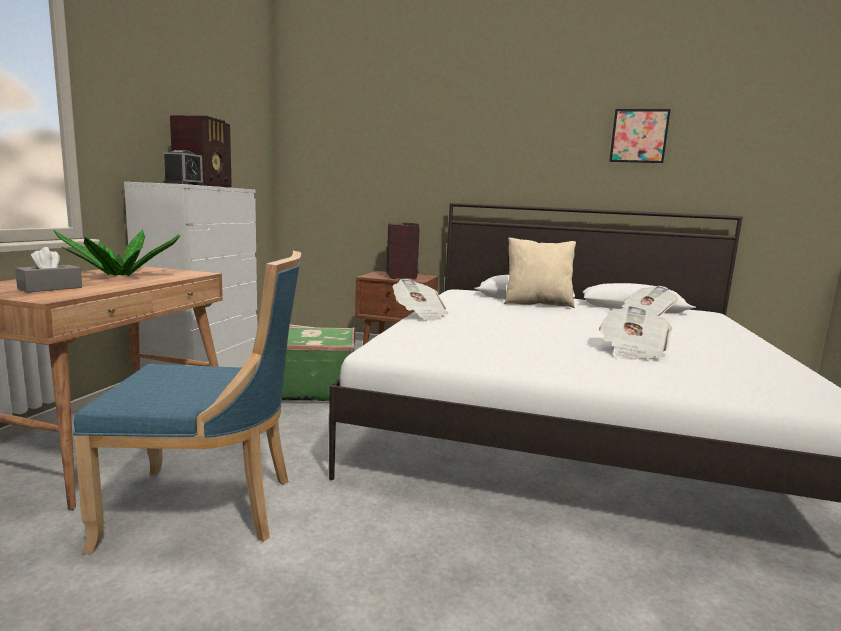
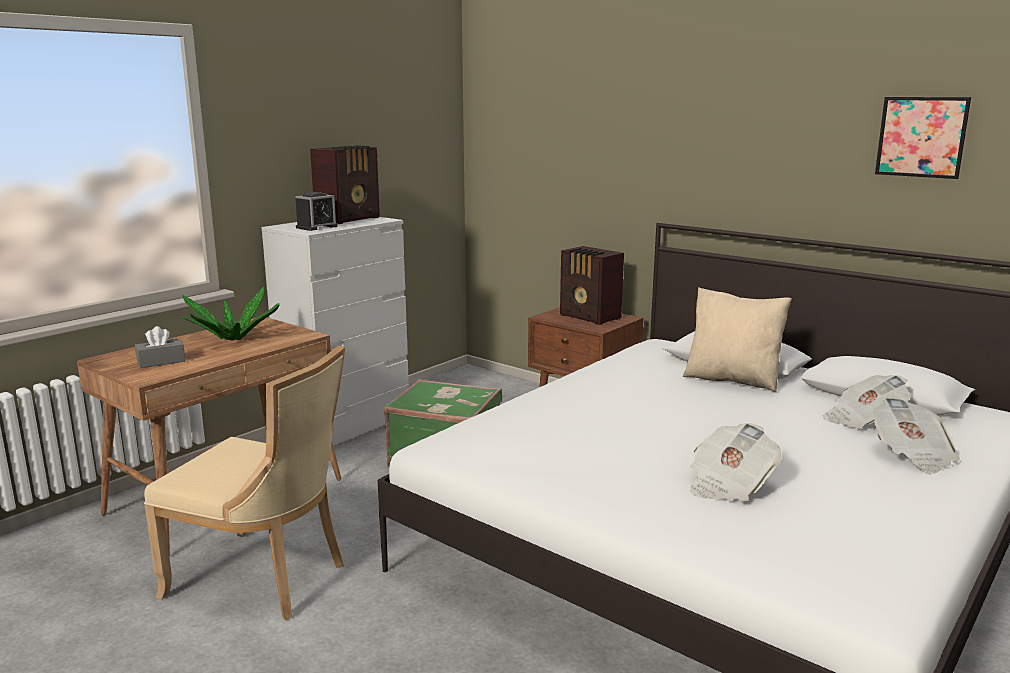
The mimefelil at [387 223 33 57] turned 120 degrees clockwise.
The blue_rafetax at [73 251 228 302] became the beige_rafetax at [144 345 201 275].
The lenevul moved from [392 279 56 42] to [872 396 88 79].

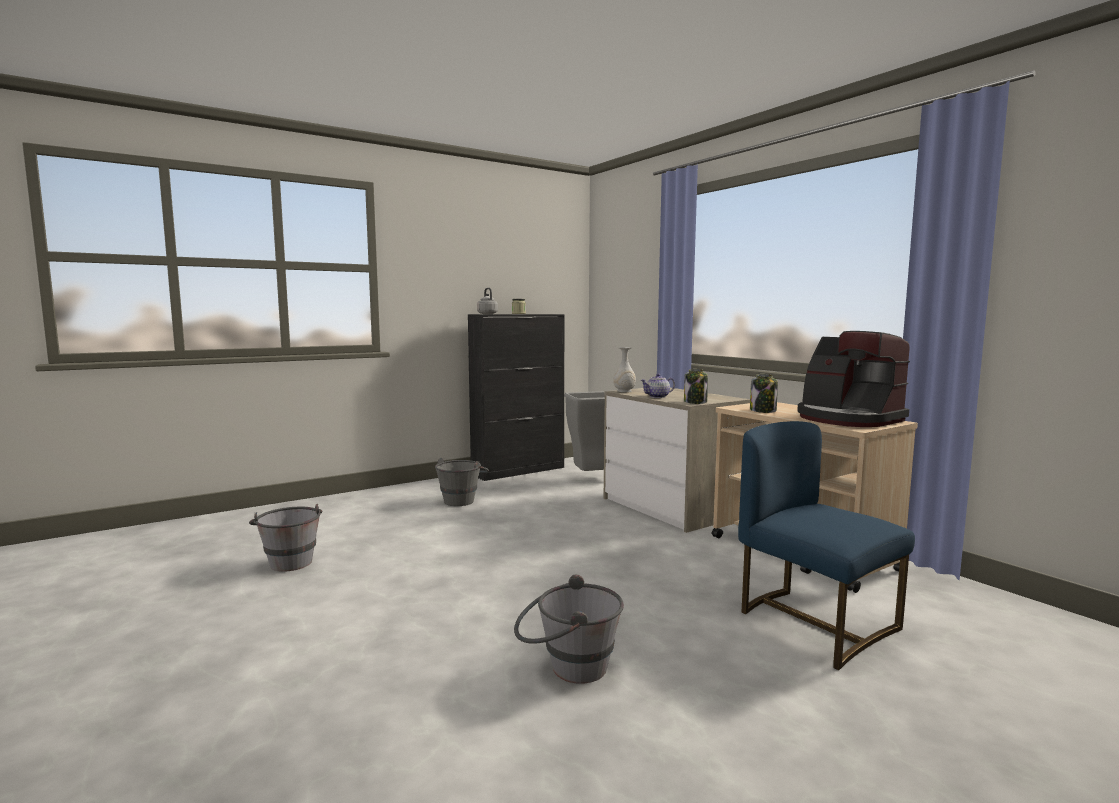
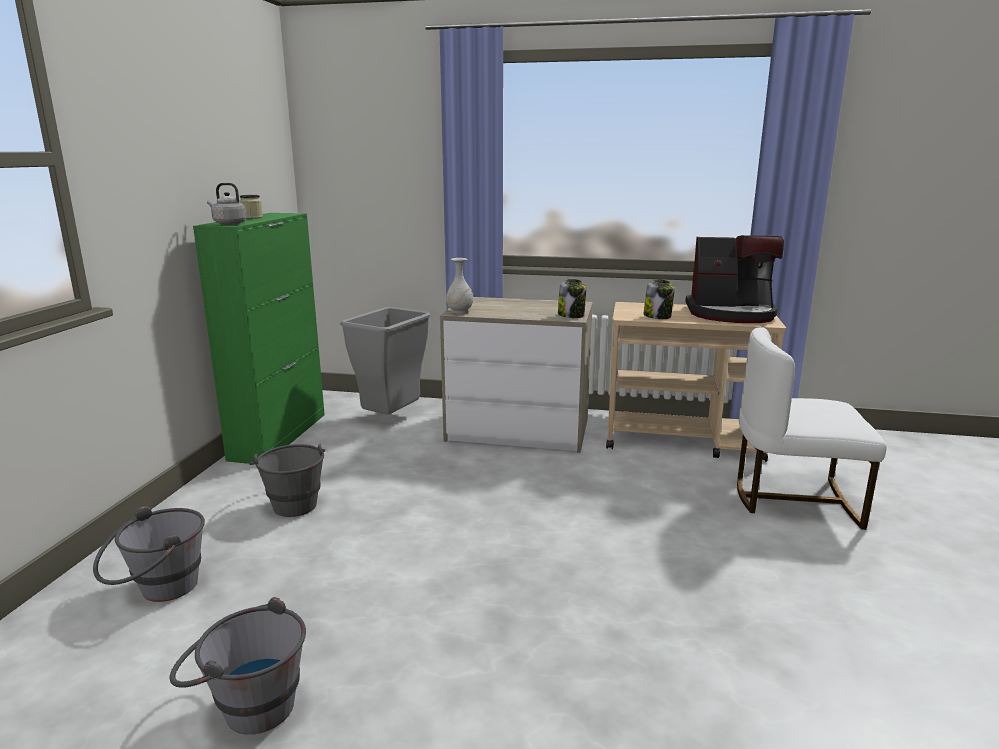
The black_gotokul at [468 314 97 167] became the green_gotokul at [193 213 132 251].
The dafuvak at [641 374 34 24] disappeared.
The blue_rafetax at [738 421 177 249] became the white_rafetax at [737 327 150 203].
The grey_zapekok moved from [514 575 110 109] to [93 506 112 96].

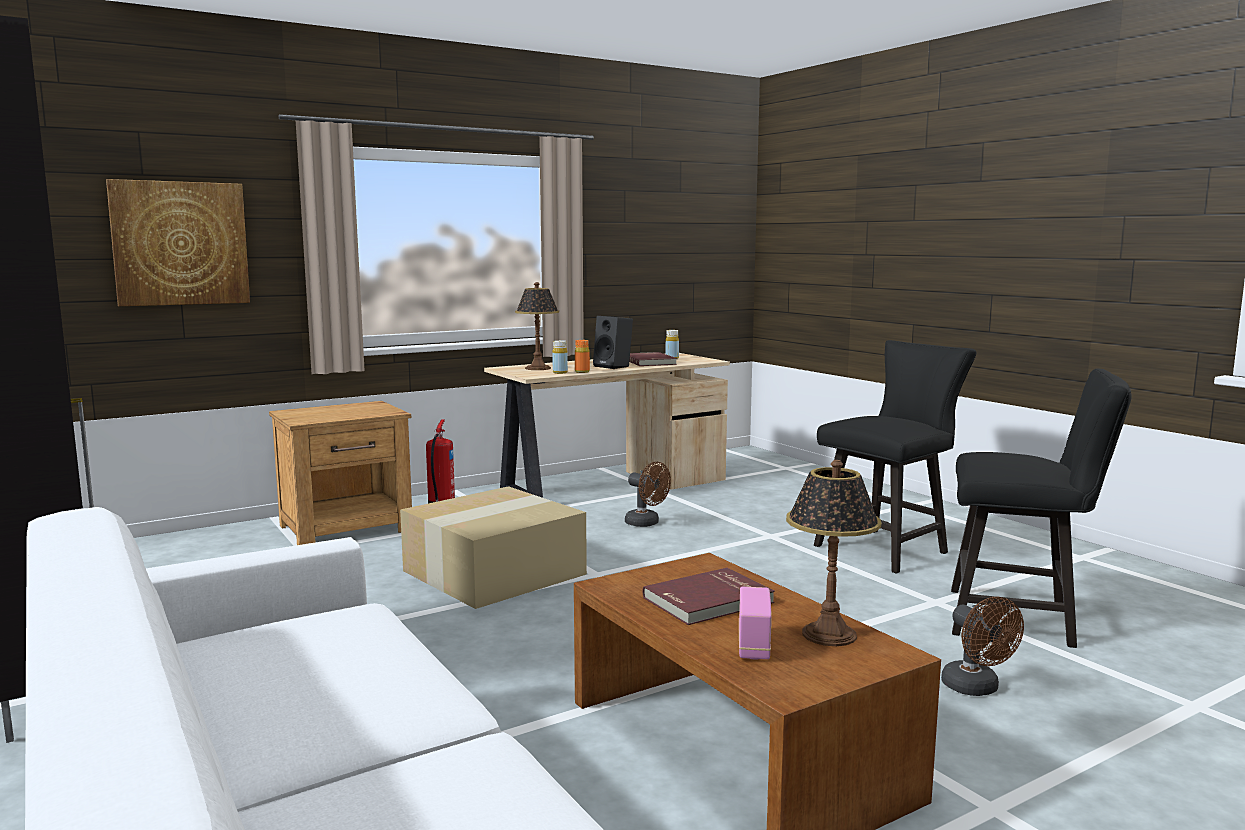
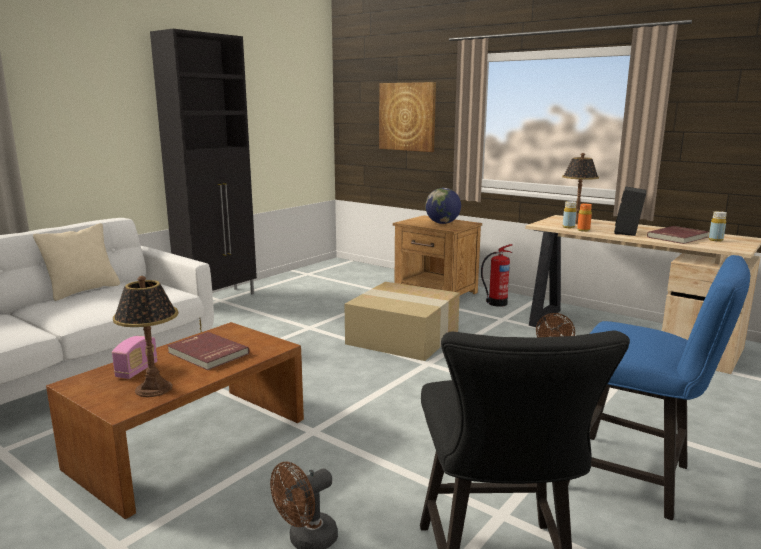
The black_rafetax at [814 340 163 234] became the blue_rafetax at [568 255 182 265].
The mimefelil at [739 587 33 72] turned 60 degrees counterclockwise.
The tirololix at [425 188 36 36] appeared.
The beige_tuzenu at [33 223 87 78] appeared.

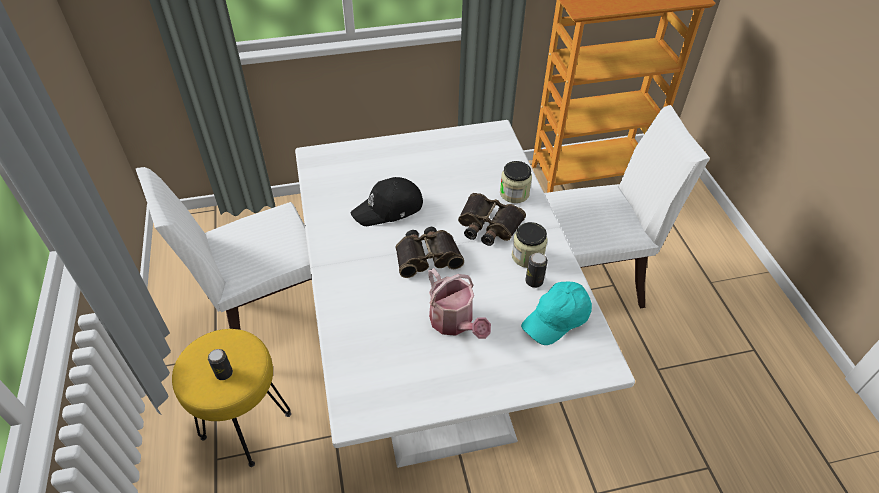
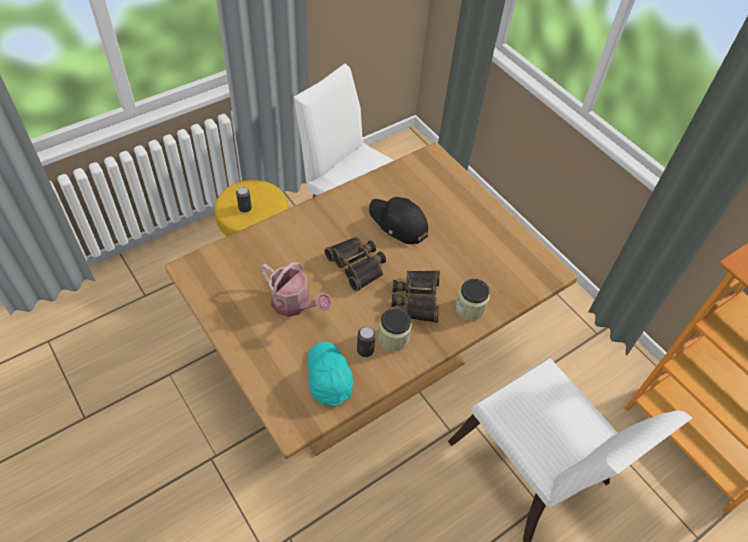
The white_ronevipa at [295 120 340 348] became the brown_ronevipa at [165 142 413 317].
The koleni at [428 268 63 71] turned 90 degrees counterclockwise.
The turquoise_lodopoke at [521 281 71 64] turned 45 degrees clockwise.

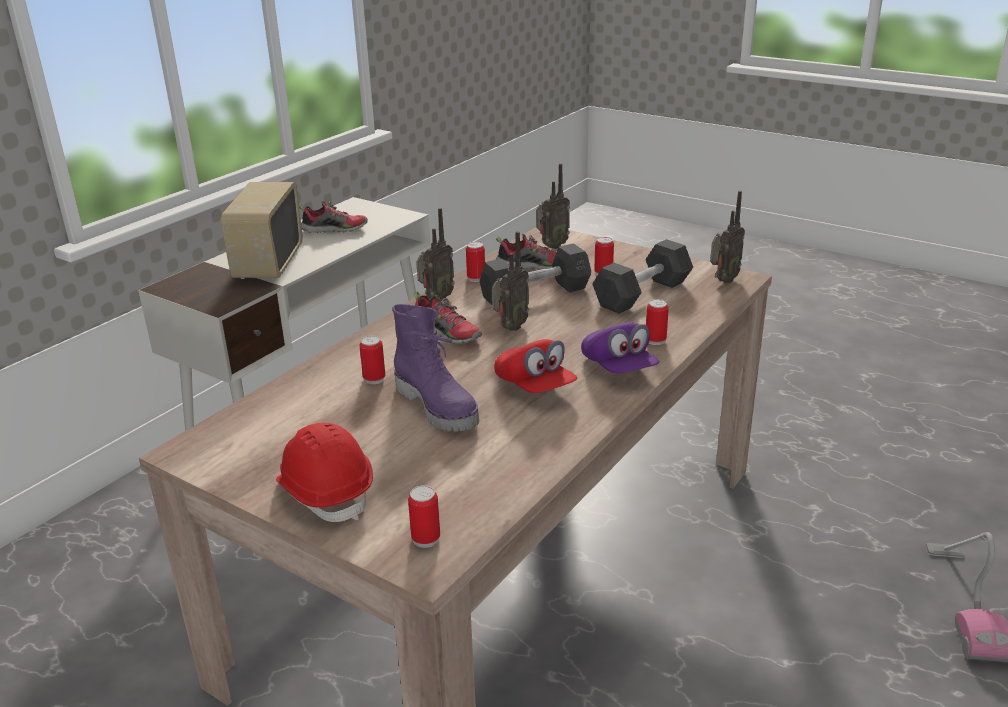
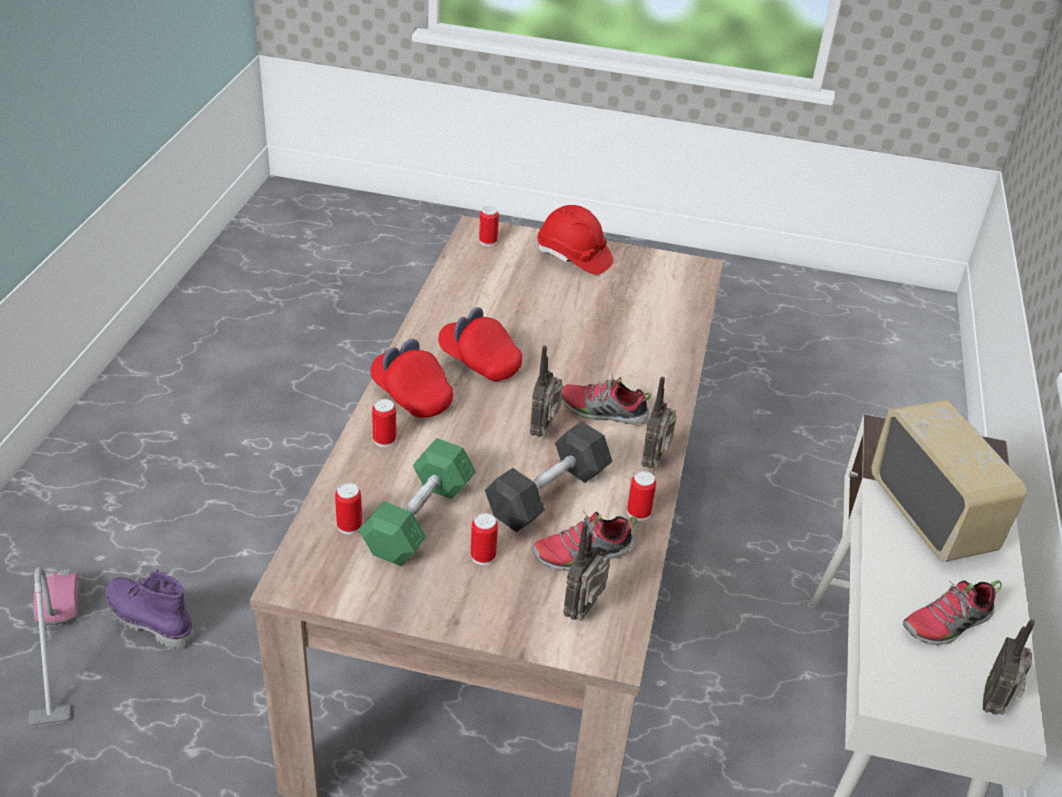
The mimefelil moved from [710 191 35 92] to [983 619 52 96].
The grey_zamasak at [592 239 101 75] became the green_zamasak at [359 438 117 128].
The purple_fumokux moved from [392 304 87 128] to [105 569 89 81].
The purple_lodopoke at [581 322 78 51] became the red_lodopoke at [370 339 83 79].
The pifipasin moved from [360 336 25 48] to [335 483 27 51].

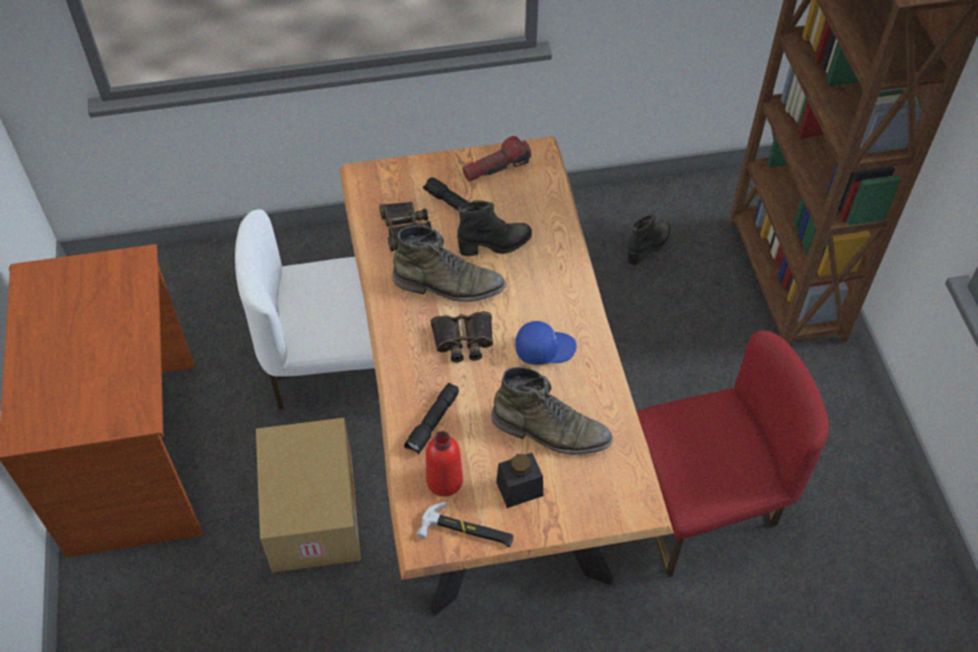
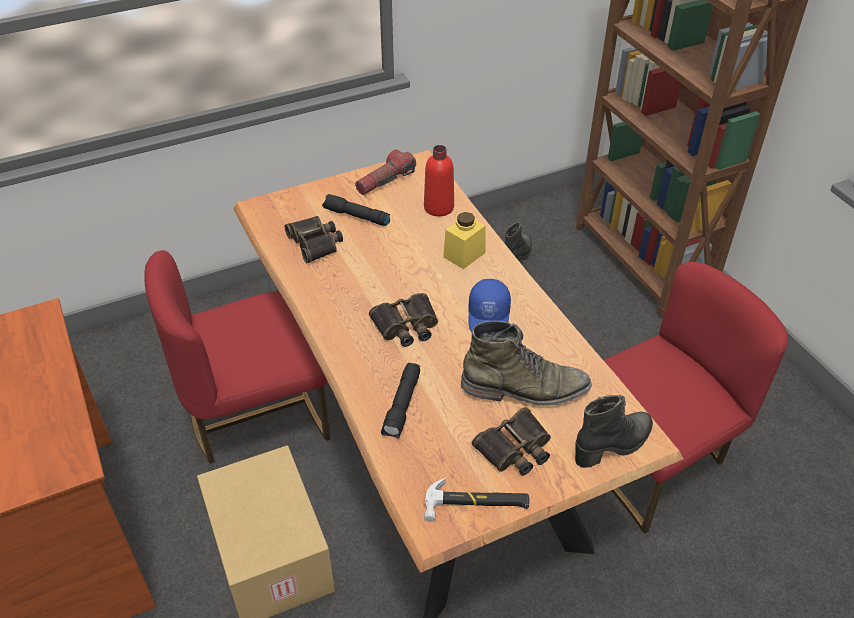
The black_fumokux moved from [457 200 75 56] to [575 395 78 73].
The white_rafetax at [235 209 140 201] became the red_rafetax at [144 250 187 214].
The green_fumokux at [392 226 114 76] disappeared.
The blue_lodopoke at [515 321 62 44] turned 120 degrees clockwise.
The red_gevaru moved from [426 431 37 66] to [424 145 30 71].
The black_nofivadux at [496 453 47 55] was replaced by the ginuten at [472 407 79 69].
The yellow_nofivadux at [443 212 43 57] appeared.

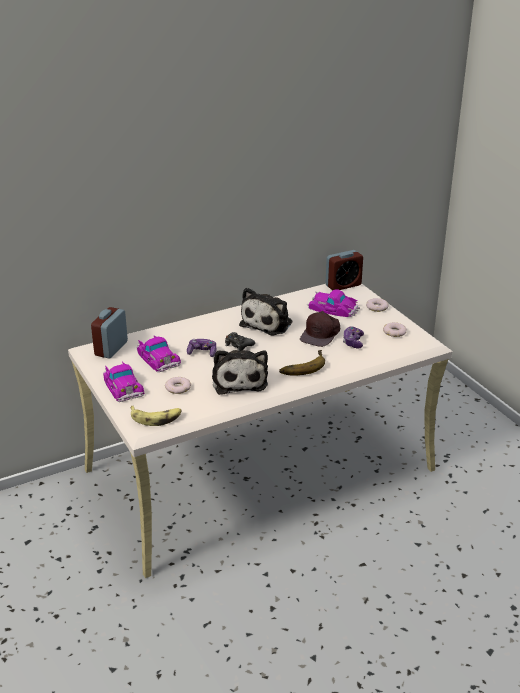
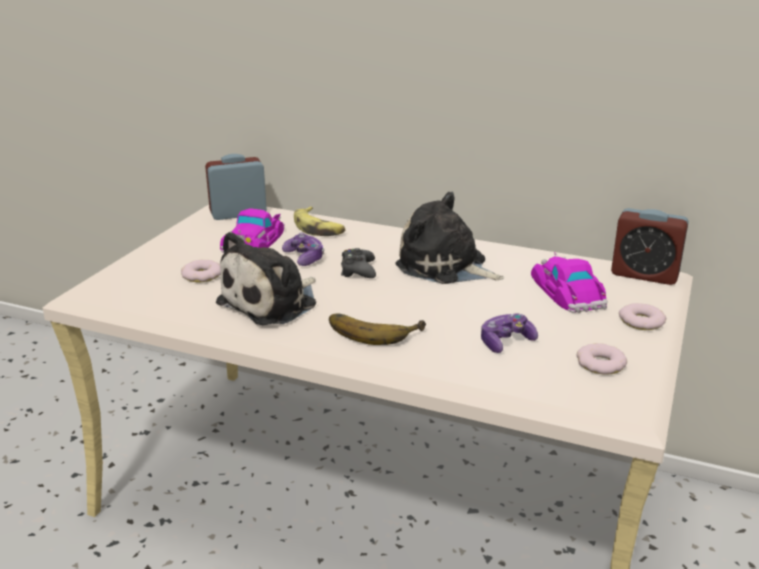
The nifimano at [239 287 53 48] turned 45 degrees clockwise.
The brown_lodopoke at [300 311 40 36] disappeared.
The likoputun at [103 362 41 40] disappeared.
The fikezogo moved from [130 406 52 20] to [294 206 51 30].

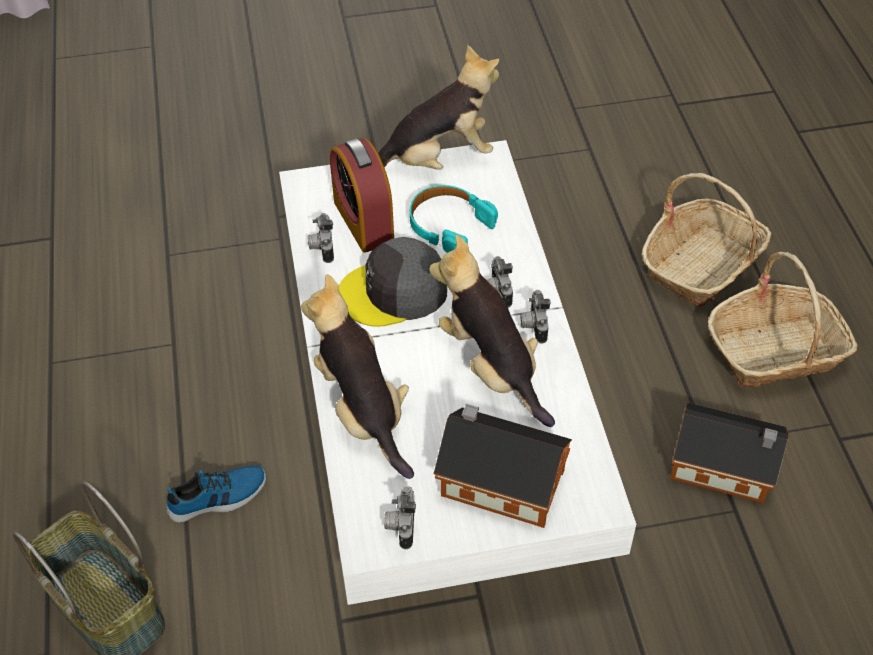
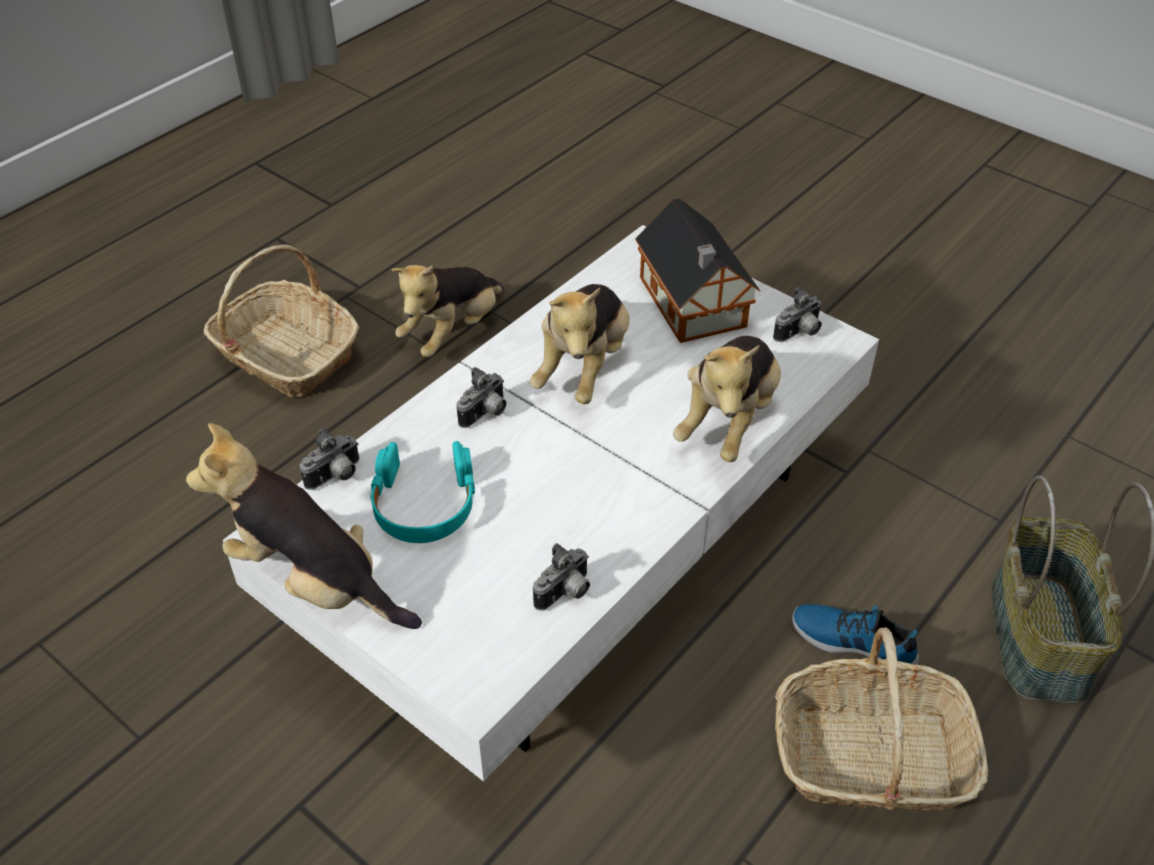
The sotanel at [330 138 64 115] disappeared.
The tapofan moved from [642 173 130 134] to [775 627 213 183].
The grey_lodopoke at [339 237 108 90] disappeared.
The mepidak moved from [520 290 31 54] to [300 428 59 62].
The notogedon at [670 402 119 101] was replaced by the nifimano at [392 265 112 92].

